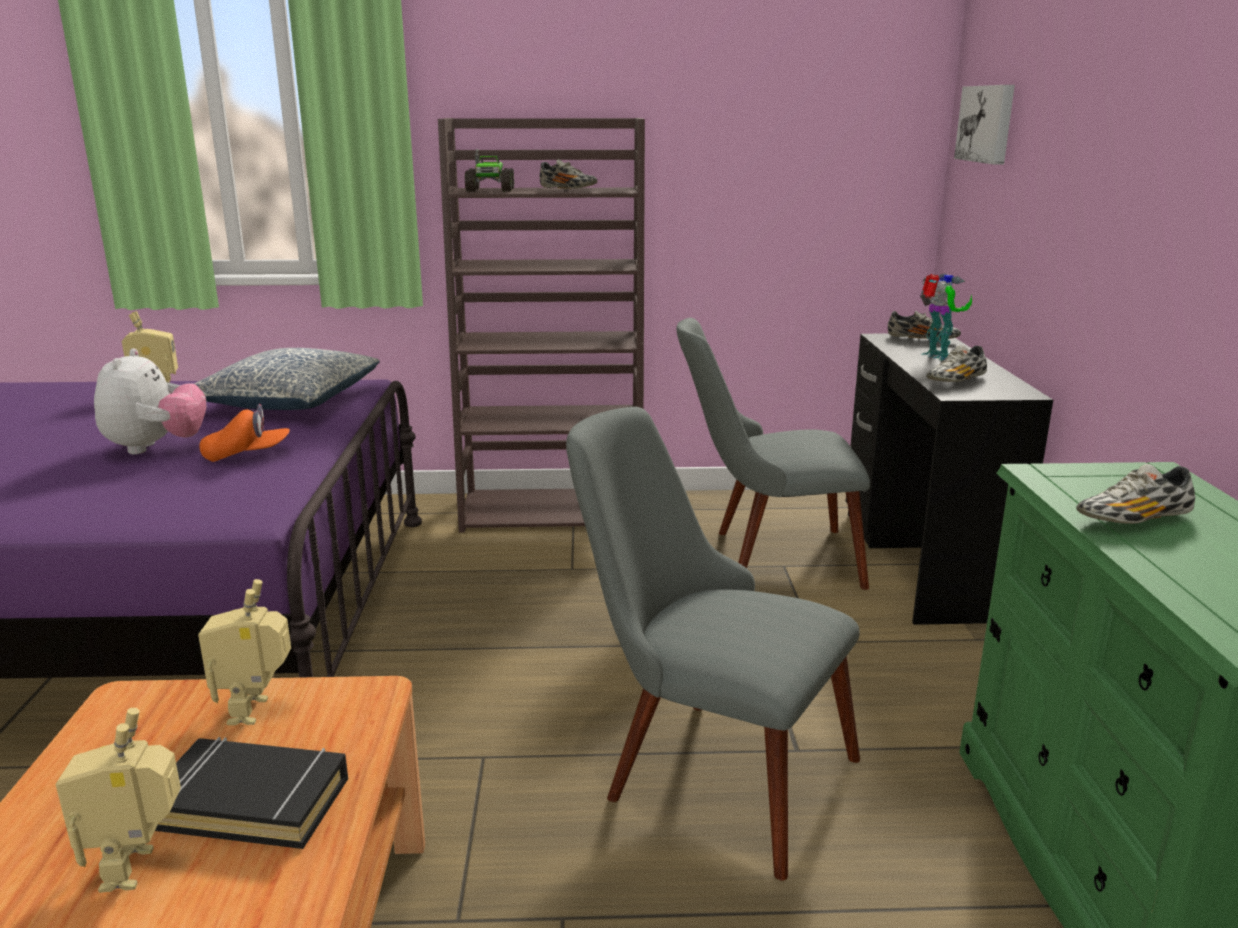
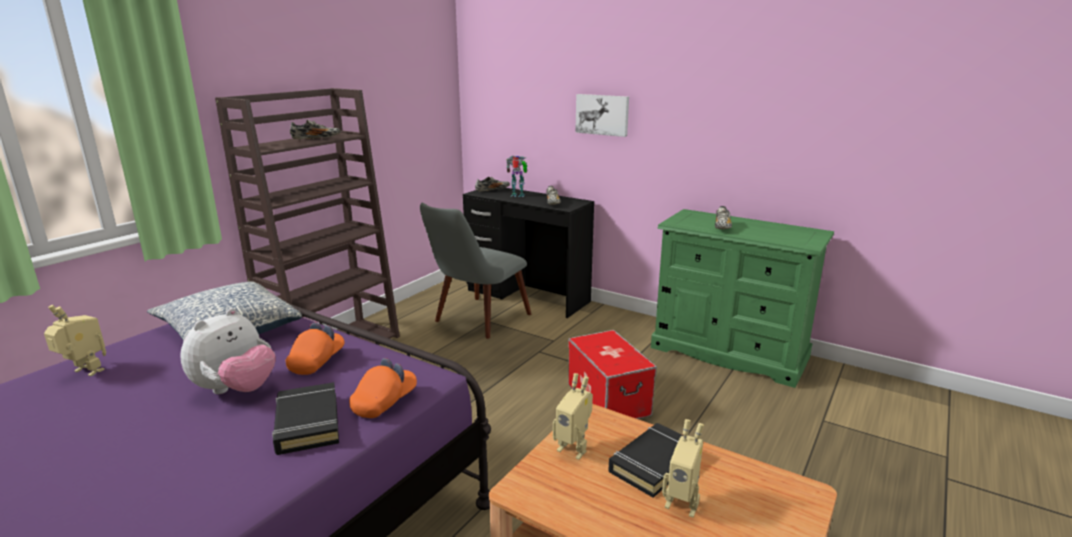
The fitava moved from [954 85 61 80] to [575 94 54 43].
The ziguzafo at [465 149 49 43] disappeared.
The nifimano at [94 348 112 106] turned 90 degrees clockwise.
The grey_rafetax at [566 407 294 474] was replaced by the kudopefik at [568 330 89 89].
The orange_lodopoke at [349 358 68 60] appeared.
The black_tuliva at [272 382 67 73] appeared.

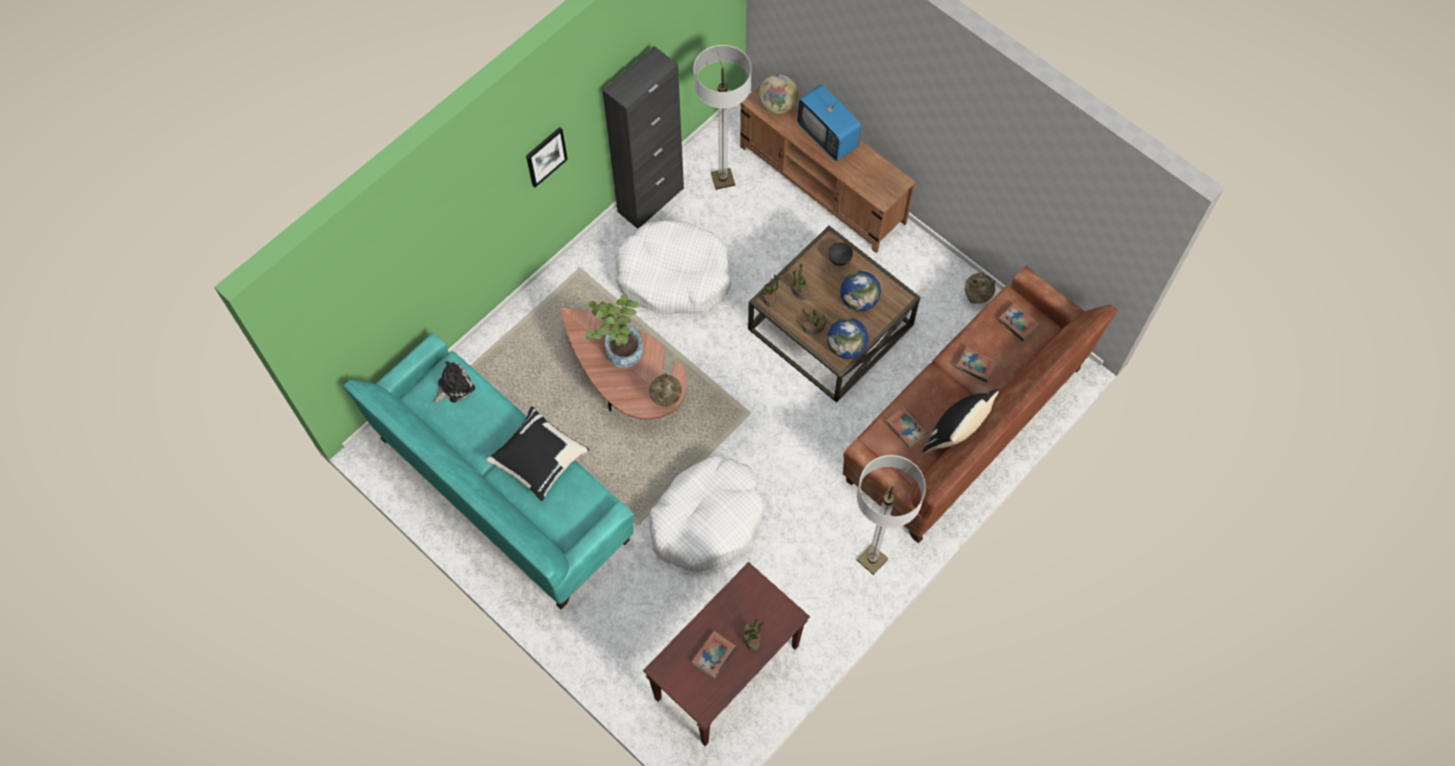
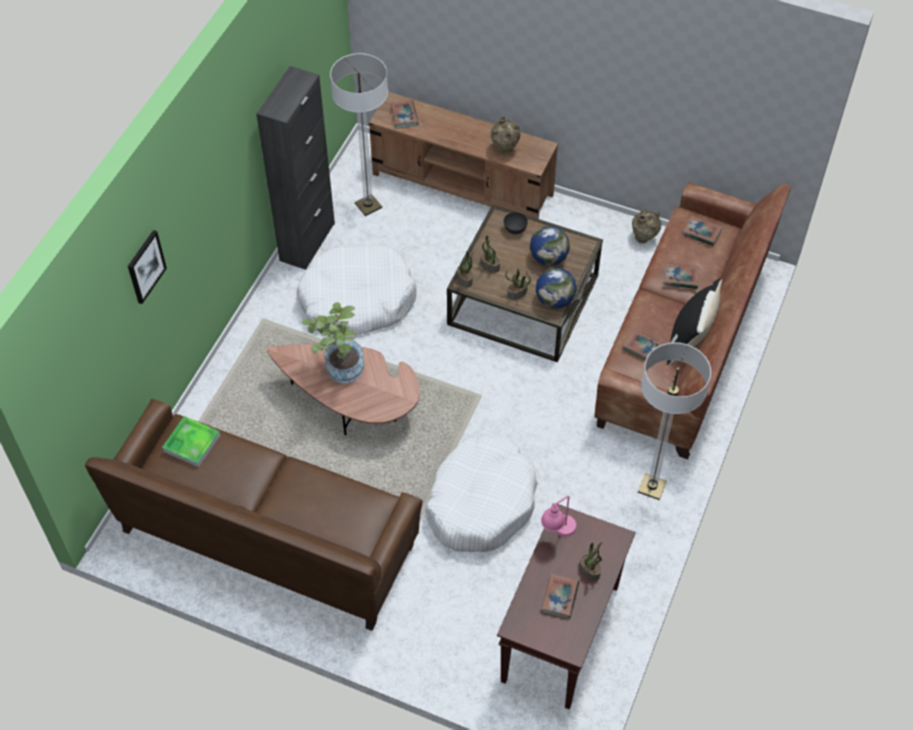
The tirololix at [759 74 39 40] was replaced by the tuliva at [391 100 28 28].
The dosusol at [797 81 64 80] disappeared.
The fitava moved from [526 127 42 60] to [128 230 39 74].
The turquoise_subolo at [343 332 291 277] became the brown_subolo at [85 399 337 232].
The nifimano at [434 361 41 42] was replaced by the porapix at [162 416 59 51].
The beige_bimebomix moved from [649 374 33 33] to [491 117 29 36].
The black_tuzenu at [486 406 103 95] disappeared.
The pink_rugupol at [541 496 36 41] appeared.

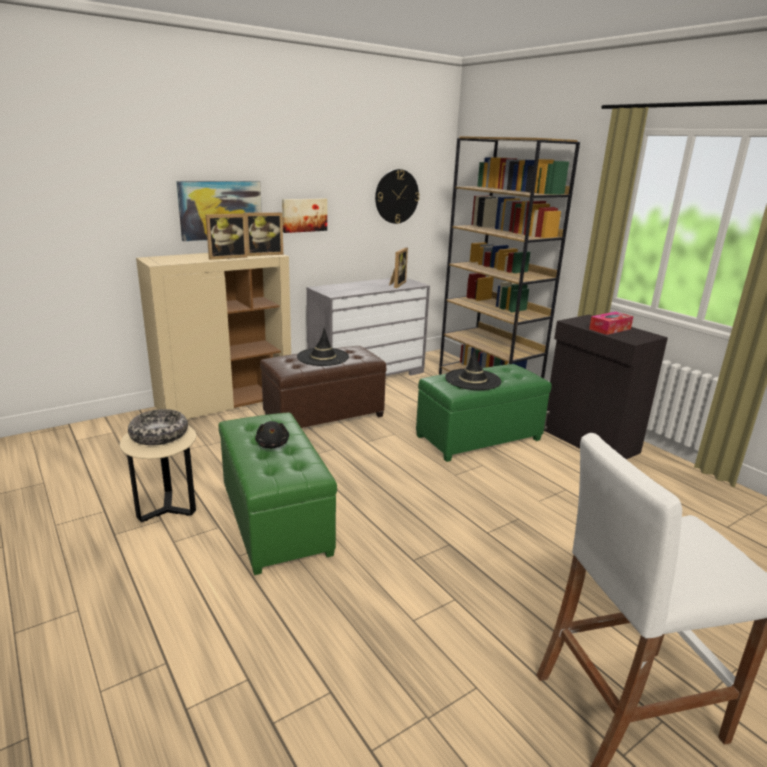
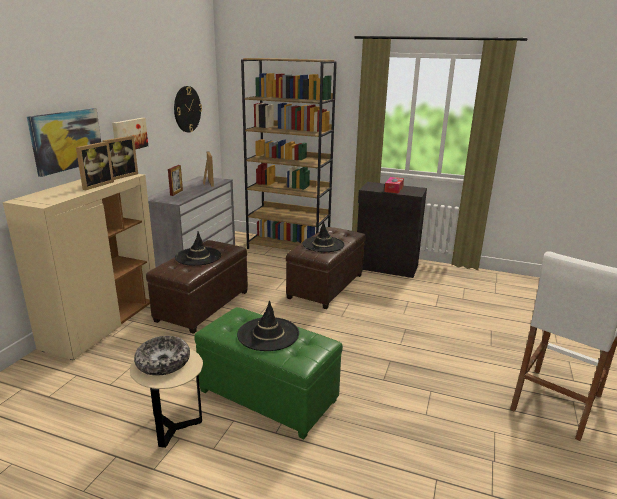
The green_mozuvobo at [416 364 136 98] became the brown_mozuvobo at [286 227 80 82].
The black_nifimano at [255 421 34 28] was replaced by the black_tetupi at [237 300 62 51].
The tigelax at [168 165 15 31] appeared.

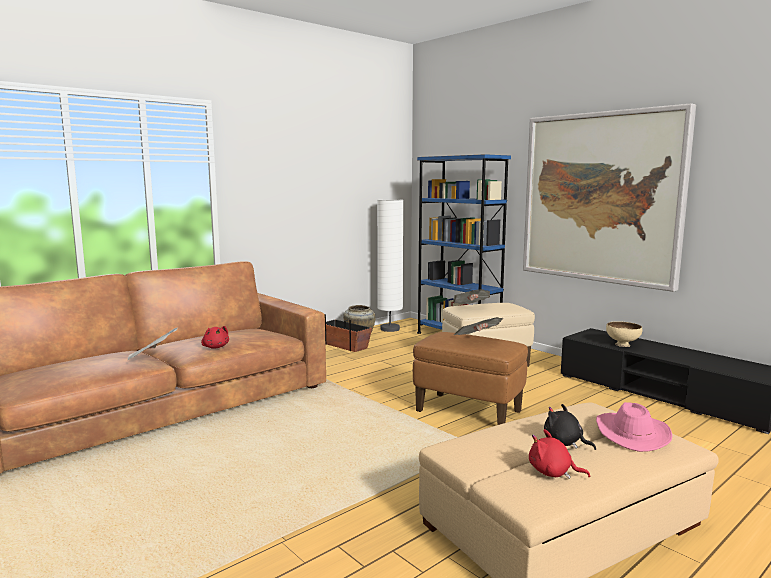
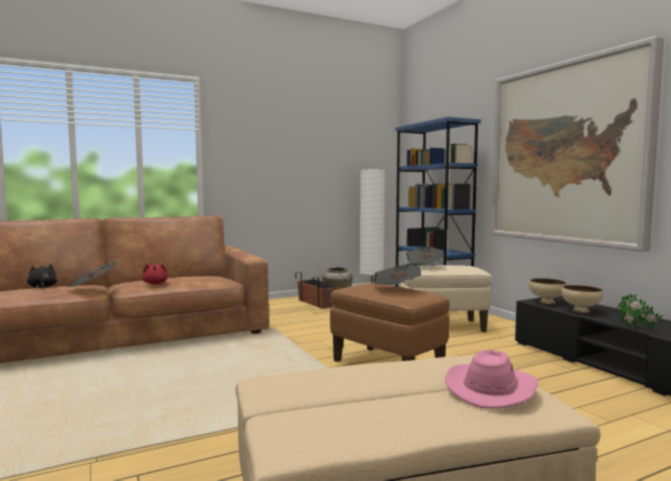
The black_nifimano moved from [544 404 52 46] to [27 264 30 25].
The red_nifimano at [529 429 61 50] disappeared.
The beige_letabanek at [529 278 38 26] appeared.
The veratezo at [617 293 46 36] appeared.

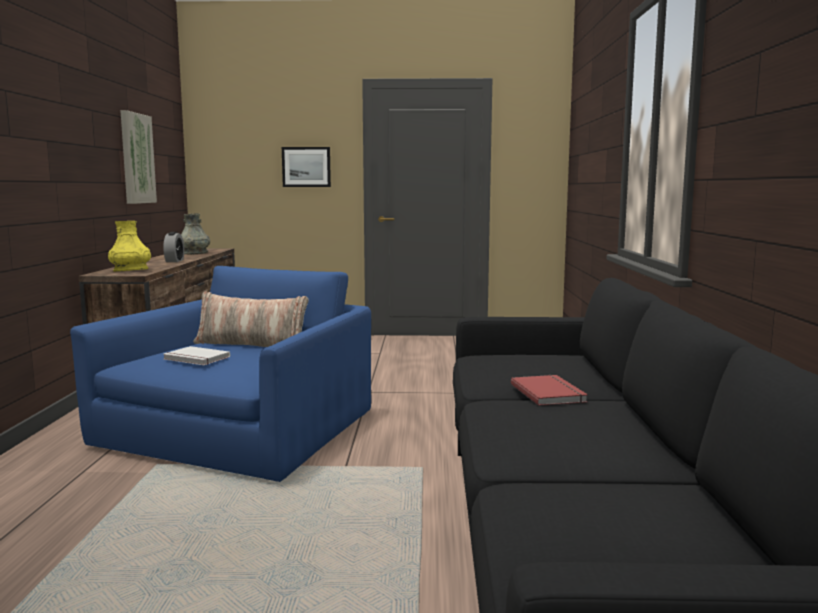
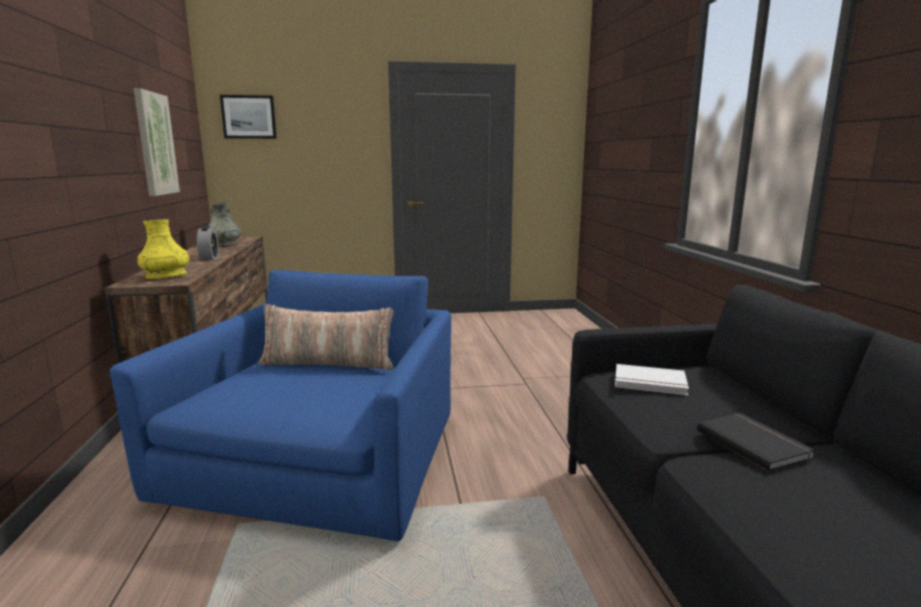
The fitava moved from [282 147 49 40] to [220 95 57 44].
The white_tuliva moved from [164 346 66 19] to [615 364 74 31].
The red_tuliva at [511 375 77 31] became the black_tuliva at [697 413 118 59].

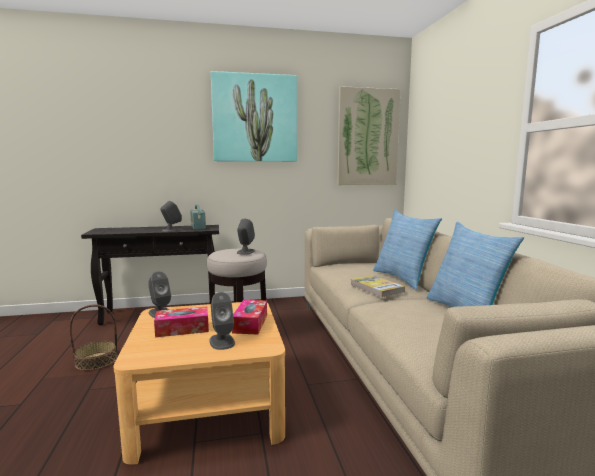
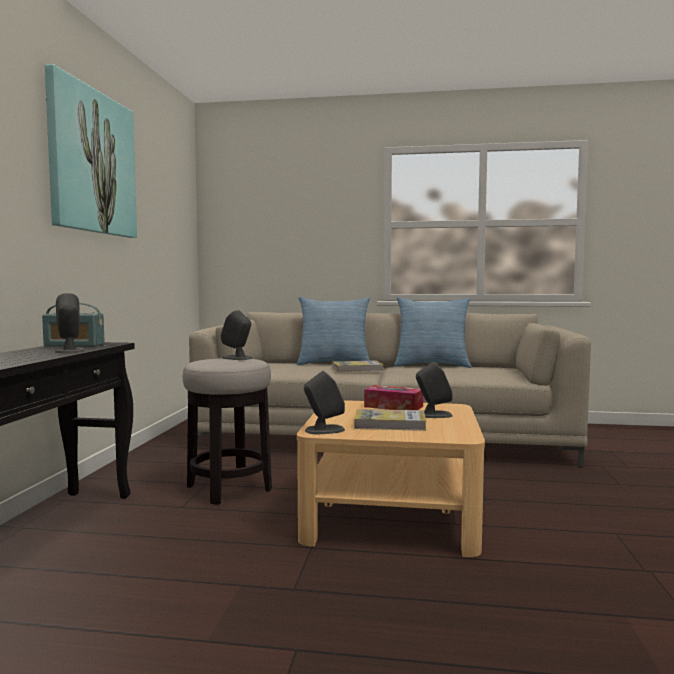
The fitava at [337 86 64 99] disappeared.
The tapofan at [69 304 48 67] disappeared.
The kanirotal at [154 307 55 30] was replaced by the tuliva at [354 409 72 22].

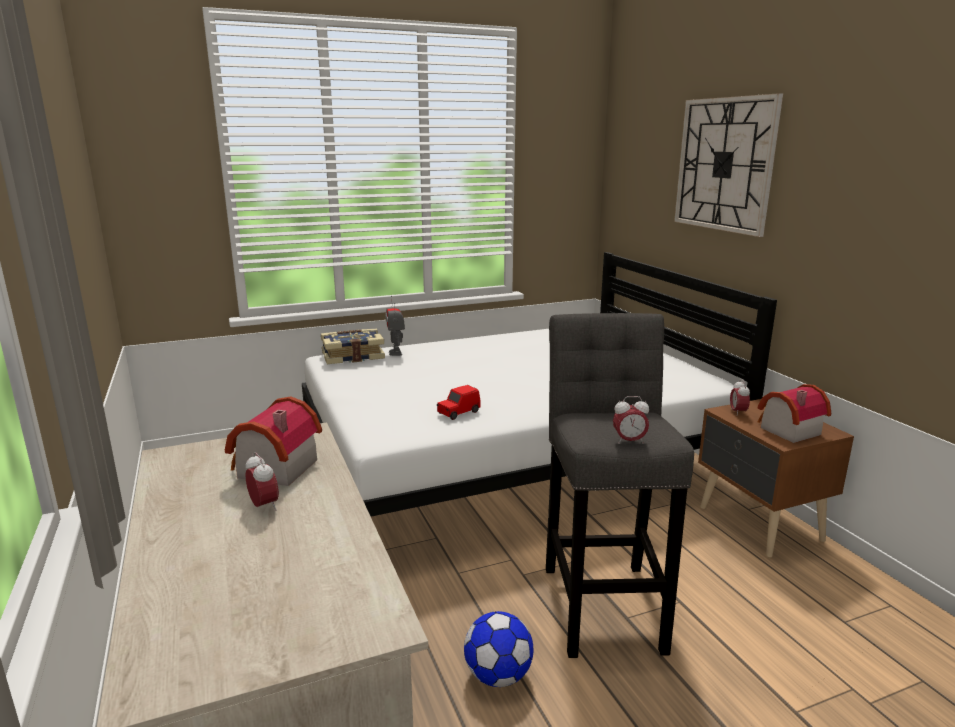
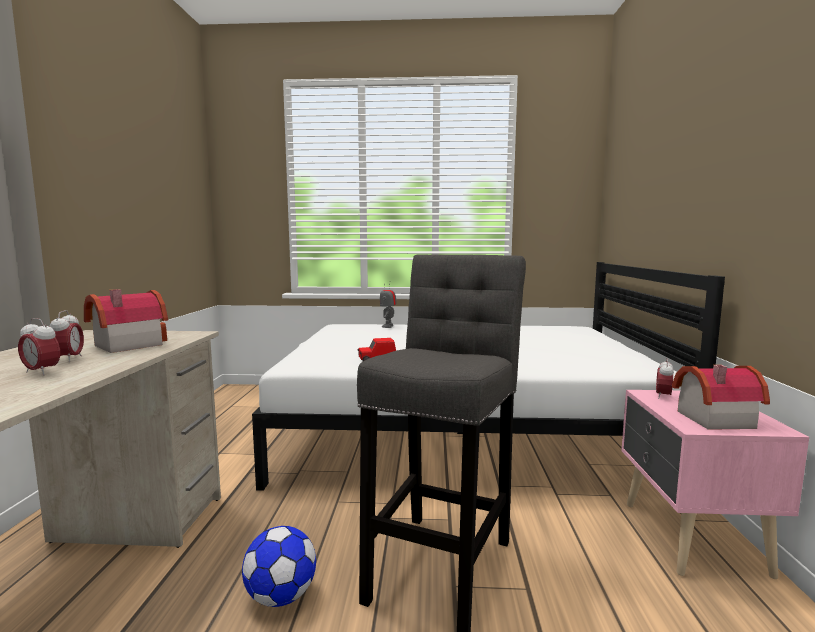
The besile at [674 93 109 144] disappeared.
The tuliva at [321 329 64 35] disappeared.
The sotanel moved from [613 396 36 48] to [18 318 42 58].
The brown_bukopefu at [698 399 156 158] became the pink_bukopefu at [621 390 188 189].

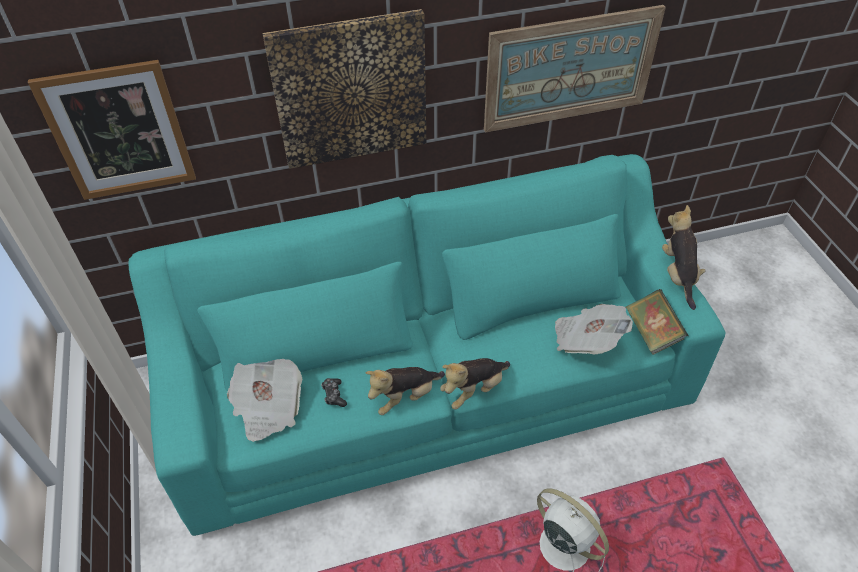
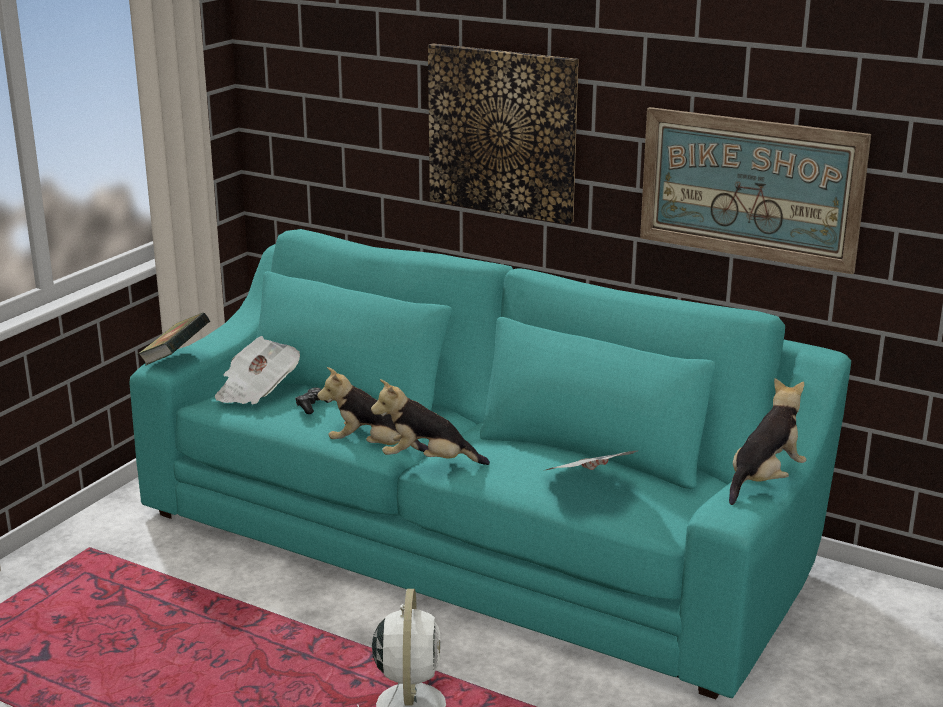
The fitava at [28 60 168 140] disappeared.
The tuliva moved from [626 289 63 66] to [138 313 72 53].

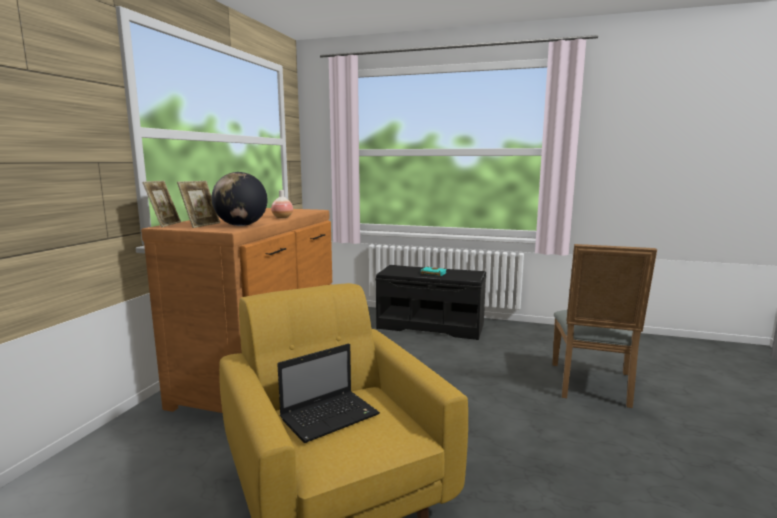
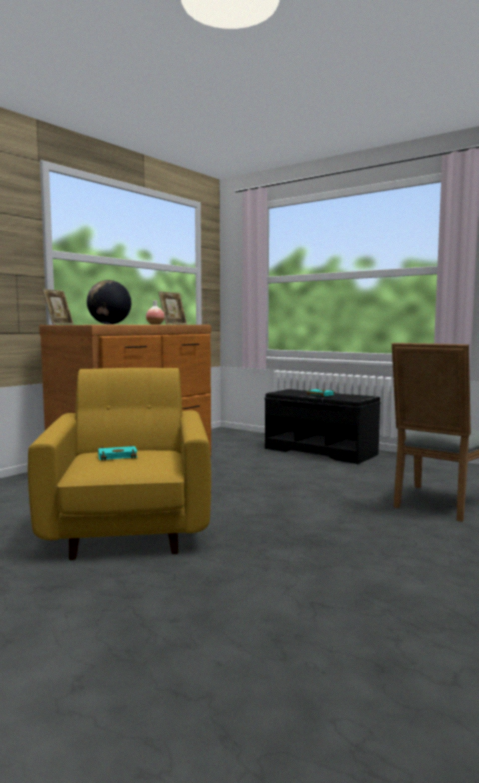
The tigelax moved from [177 181 43 47] to [158 291 29 34].
The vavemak at [277 344 103 99] was replaced by the turquoise_tuliva at [98 445 39 16].

